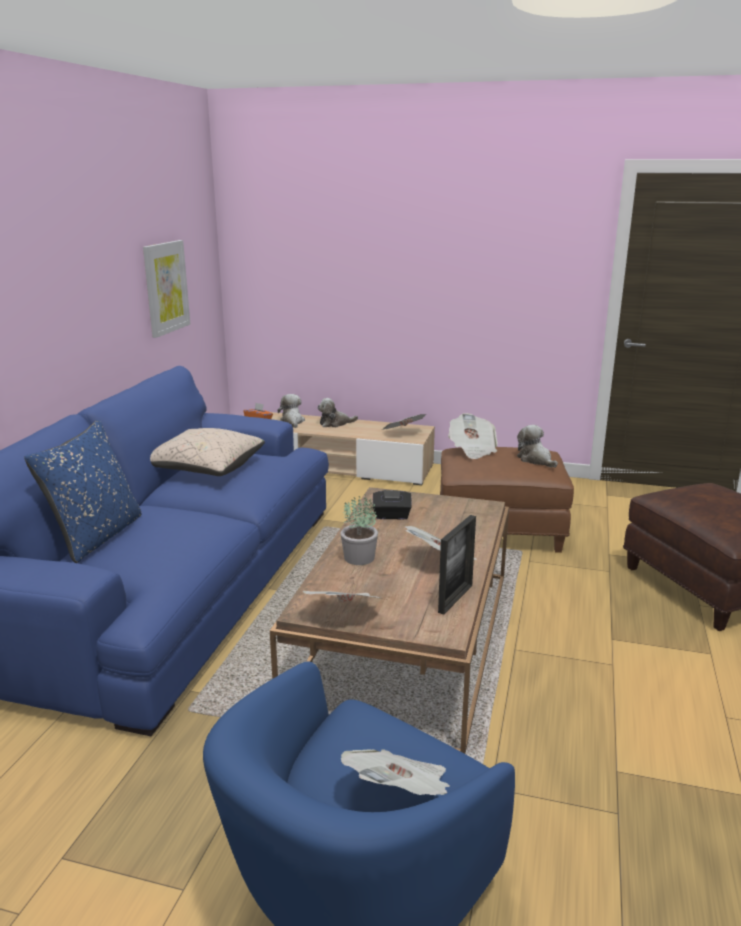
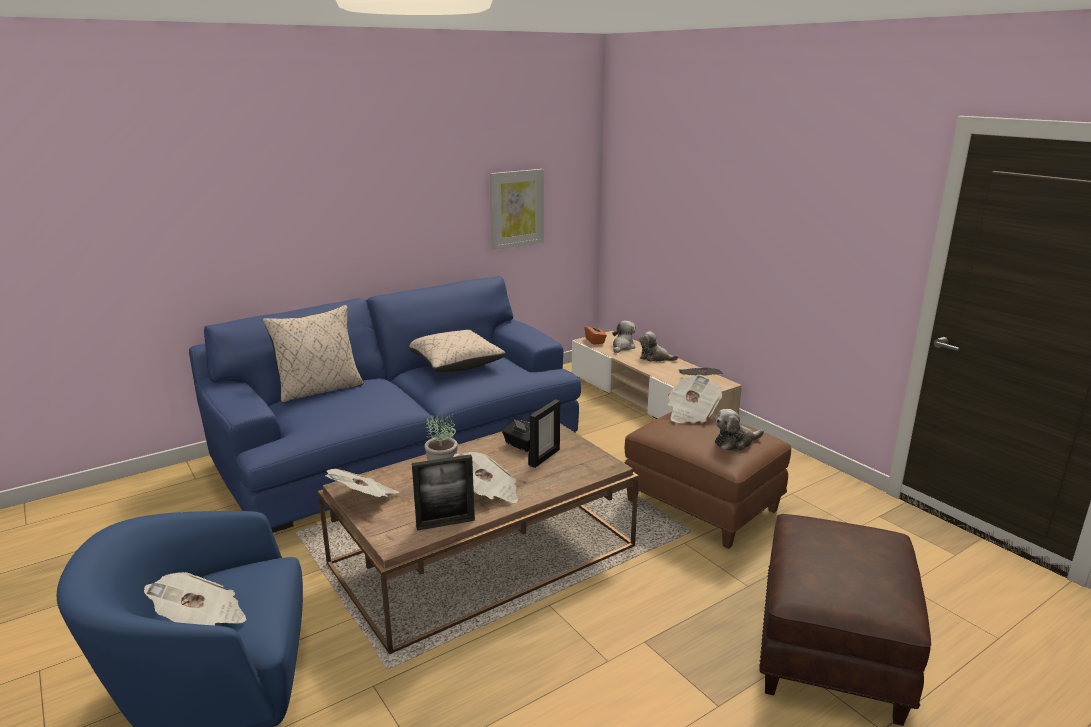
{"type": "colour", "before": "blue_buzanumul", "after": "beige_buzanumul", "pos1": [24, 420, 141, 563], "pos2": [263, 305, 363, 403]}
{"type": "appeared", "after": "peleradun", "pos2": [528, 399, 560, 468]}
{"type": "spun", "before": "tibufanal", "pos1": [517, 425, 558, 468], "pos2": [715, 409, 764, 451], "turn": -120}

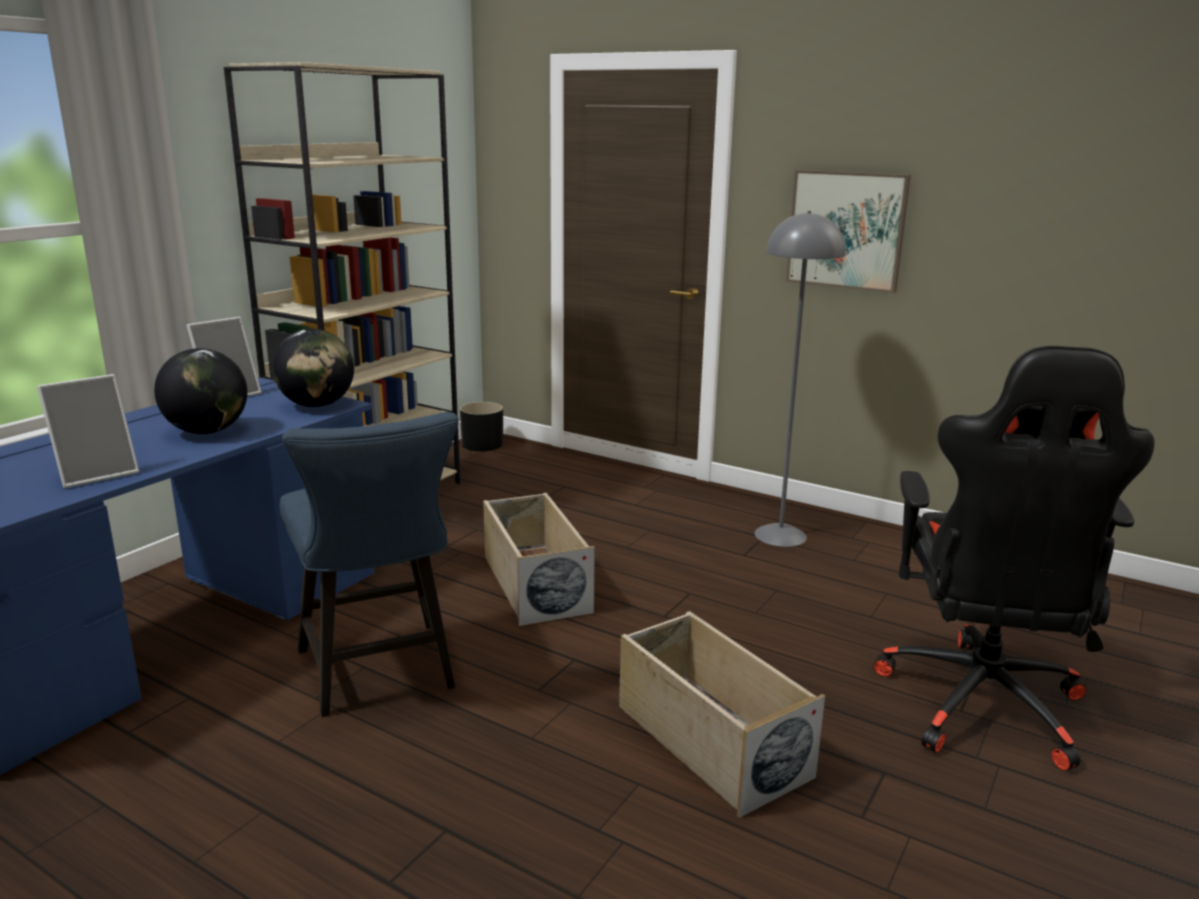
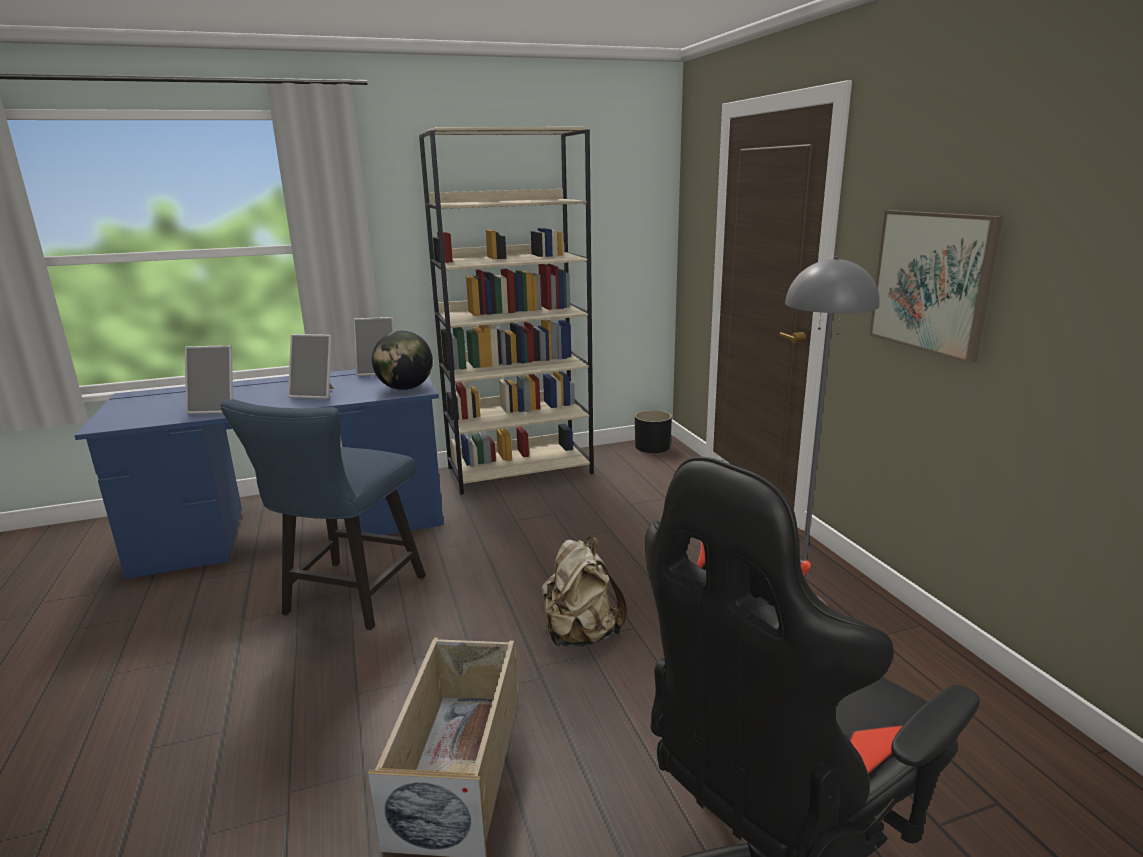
{"type": "exchanged", "before": "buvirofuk", "after": "peleradun", "pos1": [154, 348, 247, 434], "pos2": [288, 334, 334, 399]}
{"type": "appeared", "after": "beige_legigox", "pos2": [541, 537, 627, 647]}
{"type": "missing", "before": "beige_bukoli", "pos1": [483, 493, 595, 626]}

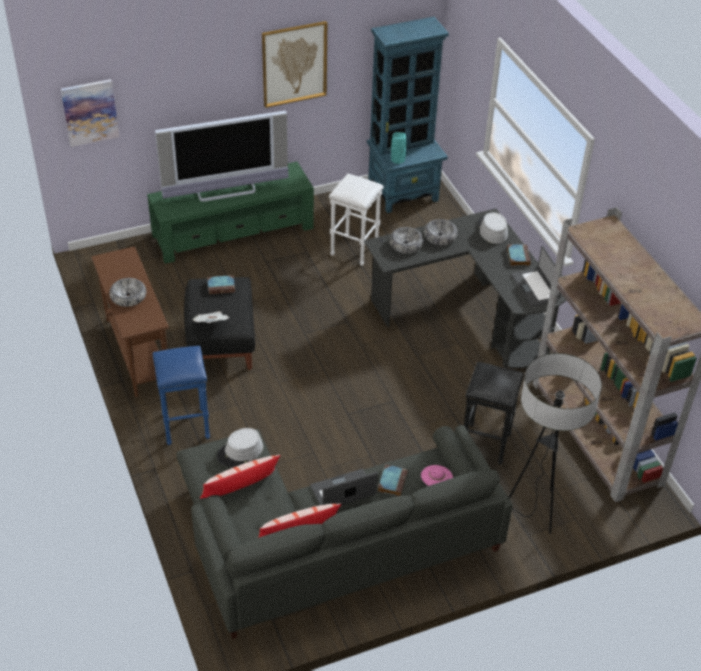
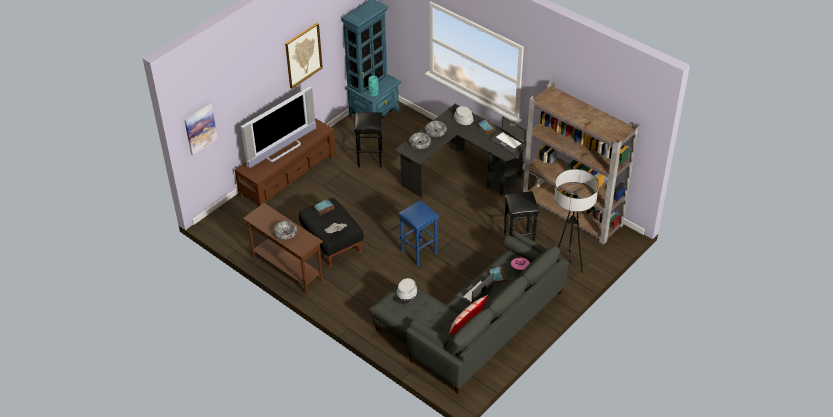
{"type": "colour", "before": "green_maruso", "after": "brown_maruso", "pos1": [147, 161, 314, 264], "pos2": [235, 118, 336, 207]}
{"type": "colour", "before": "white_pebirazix", "after": "black_pebirazix", "pos1": [329, 174, 384, 266], "pos2": [354, 112, 382, 167]}
{"type": "relocated", "before": "blue_pebirazix", "pos1": [153, 346, 210, 445], "pos2": [398, 200, 439, 266]}
{"type": "missing", "before": "buzanumul", "pos1": [200, 455, 280, 499]}

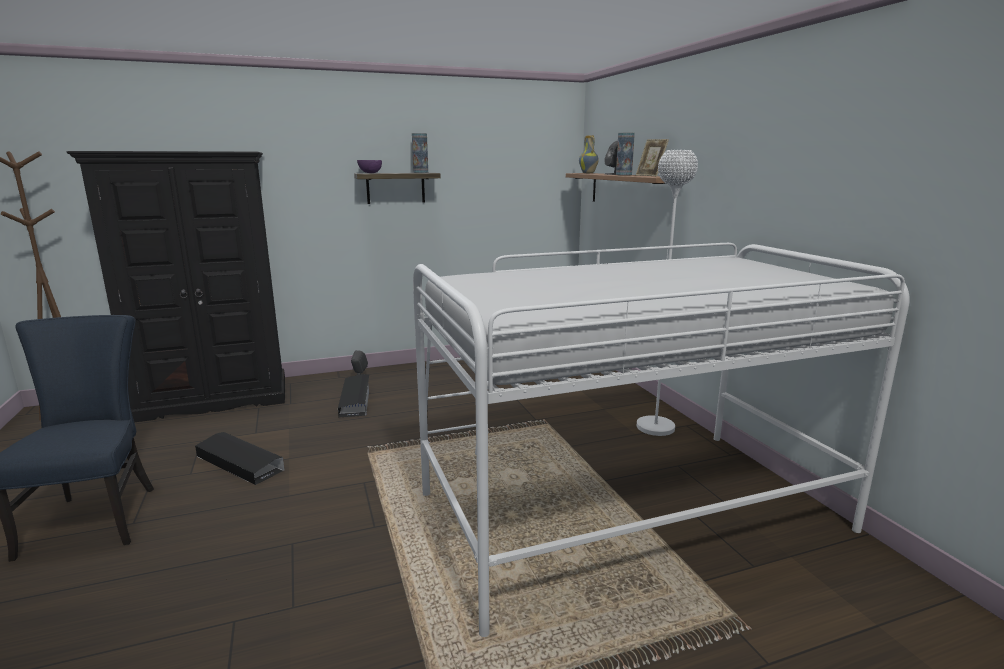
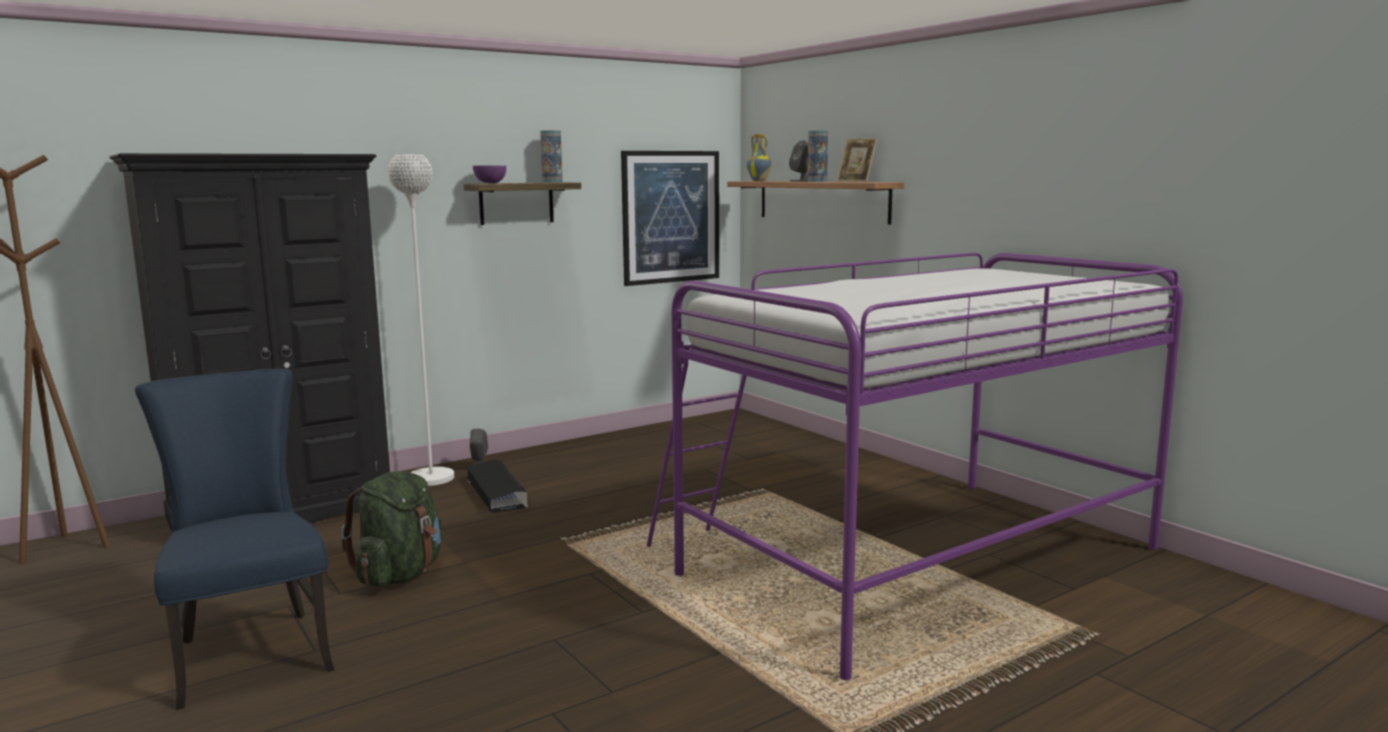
{"type": "exchanged", "before": "black_bukoli", "after": "green_legigox", "pos1": [195, 432, 285, 485], "pos2": [341, 471, 443, 586]}
{"type": "relocated", "before": "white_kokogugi", "pos1": [637, 150, 698, 436], "pos2": [388, 154, 454, 486]}
{"type": "appeared", "after": "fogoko", "pos2": [621, 151, 719, 286]}
{"type": "colour", "before": "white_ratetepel", "after": "purple_ratetepel", "pos1": [413, 243, 910, 637], "pos2": [647, 253, 1183, 680]}

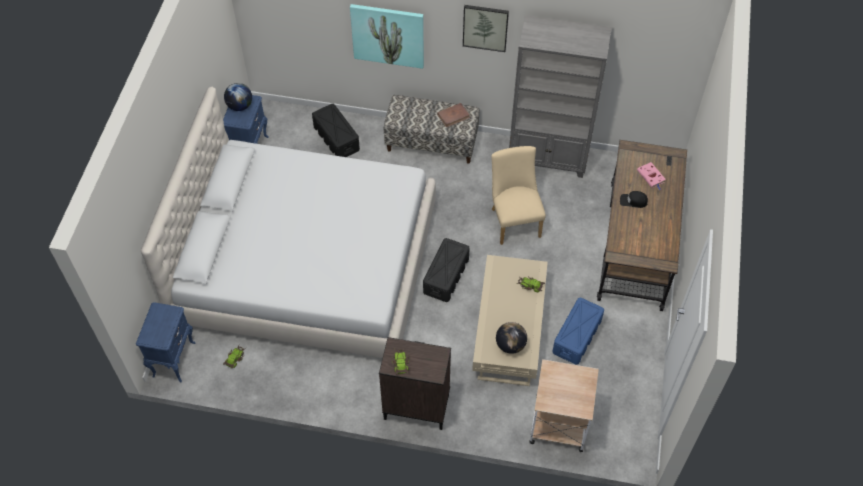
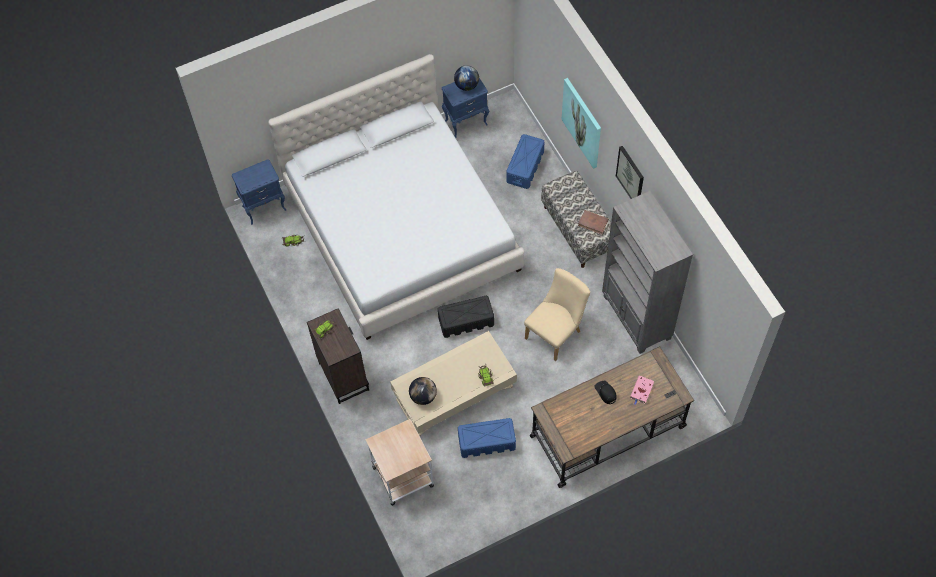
{"type": "colour", "before": "black_bukoli", "after": "blue_bukoli", "pos1": [312, 104, 360, 157], "pos2": [506, 134, 544, 189]}

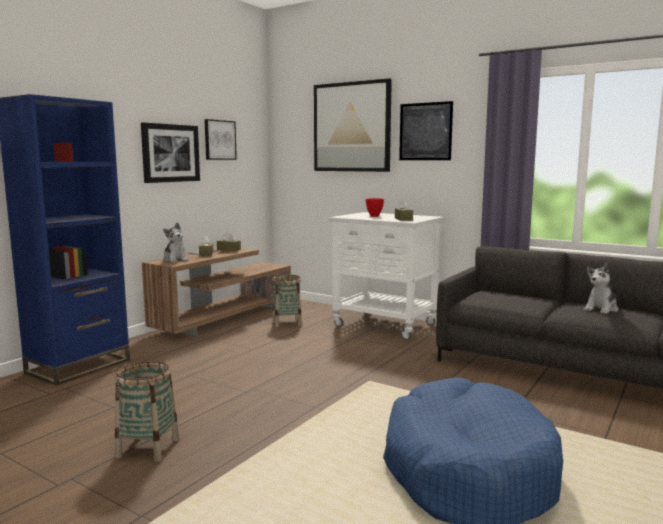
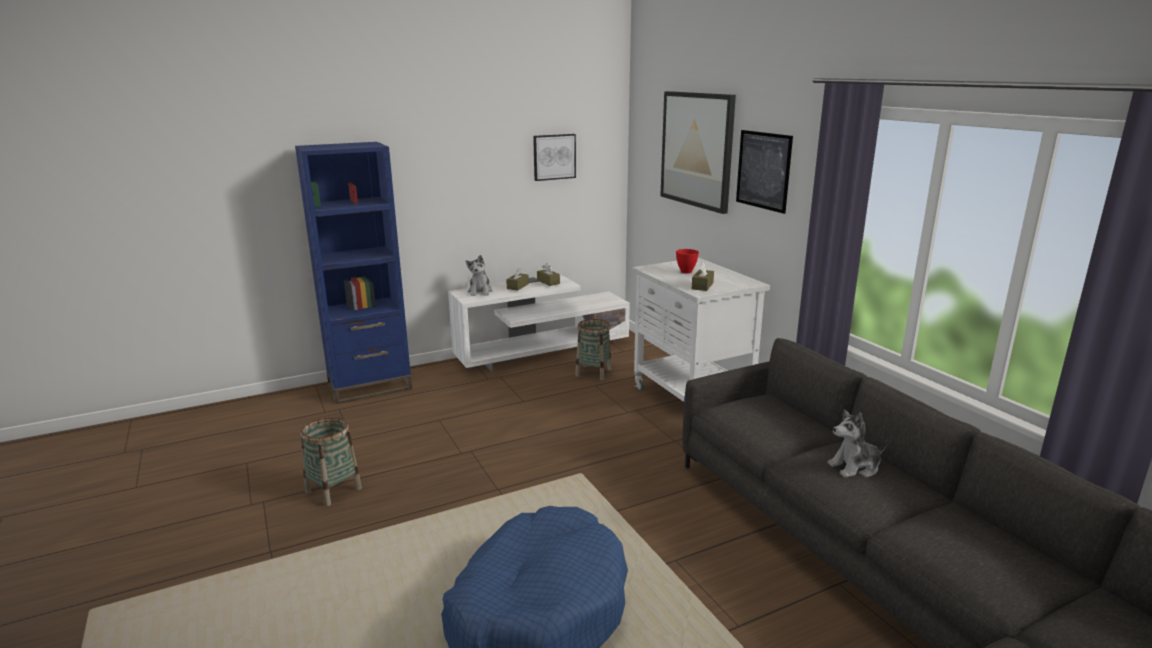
{"type": "colour", "before": "brown_maruso", "after": "white_maruso", "pos1": [142, 248, 291, 337], "pos2": [448, 275, 630, 372]}
{"type": "missing", "before": "fogoko", "pos1": [141, 122, 200, 183]}

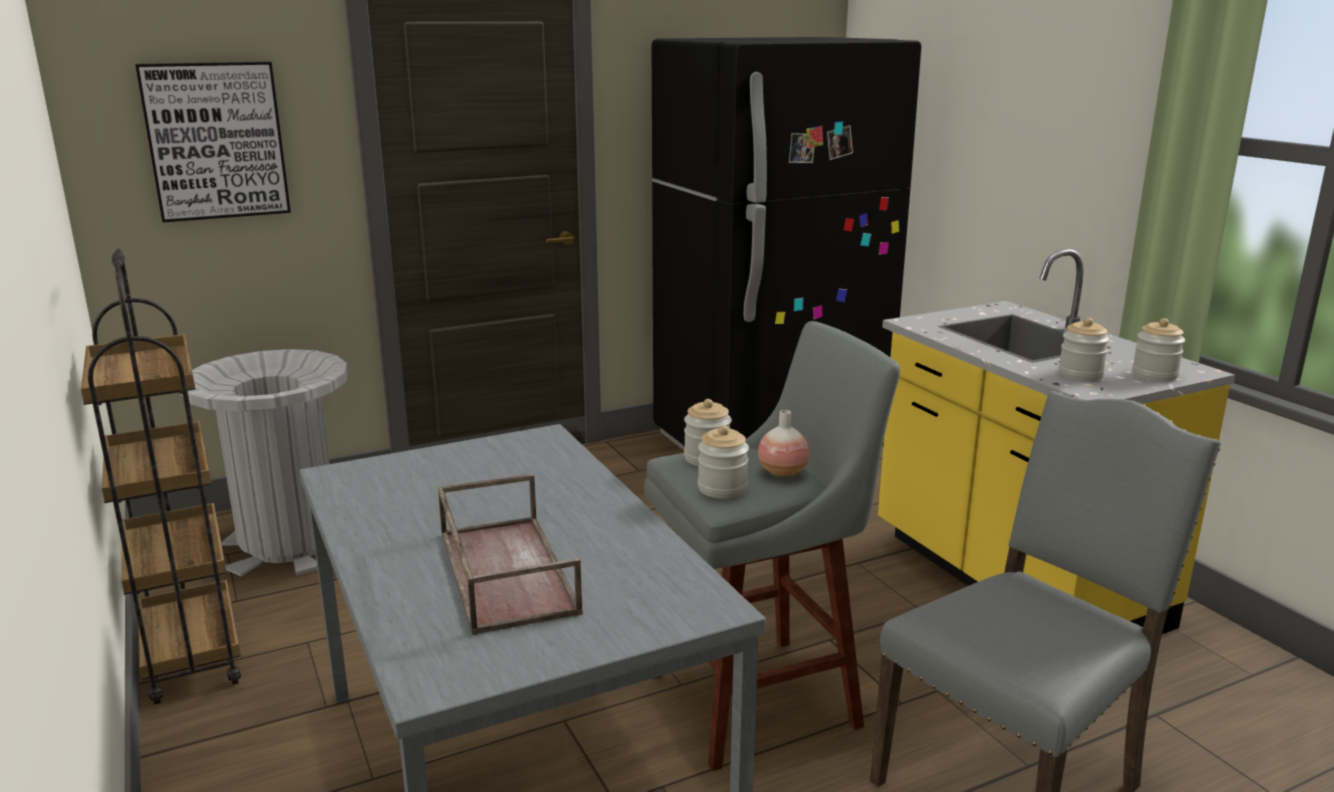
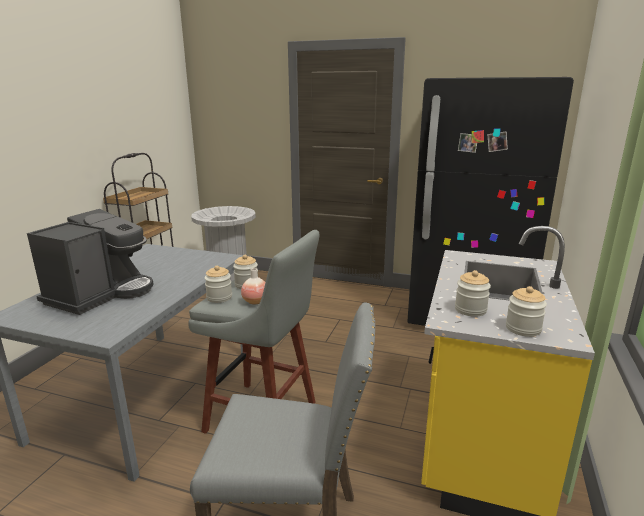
{"type": "exchanged", "before": "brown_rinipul", "after": "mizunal", "pos1": [438, 474, 583, 635], "pos2": [27, 209, 153, 315]}
{"type": "missing", "before": "fogoko", "pos1": [135, 62, 291, 222]}

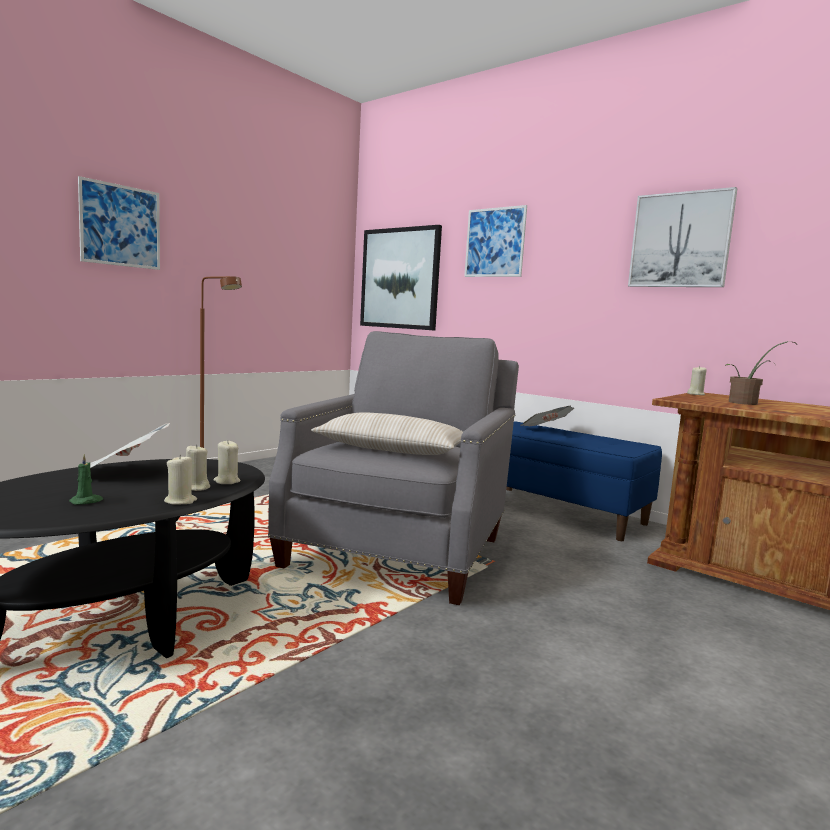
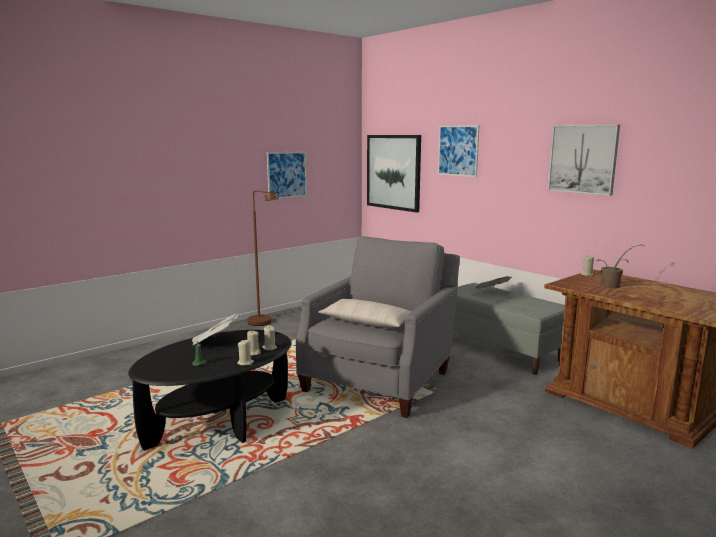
{"type": "relocated", "before": "fogoko", "pos1": [78, 176, 160, 270], "pos2": [267, 151, 307, 199]}
{"type": "colour", "before": "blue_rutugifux", "after": "grey_rutugifux", "pos1": [506, 421, 662, 541], "pos2": [454, 283, 565, 375]}

